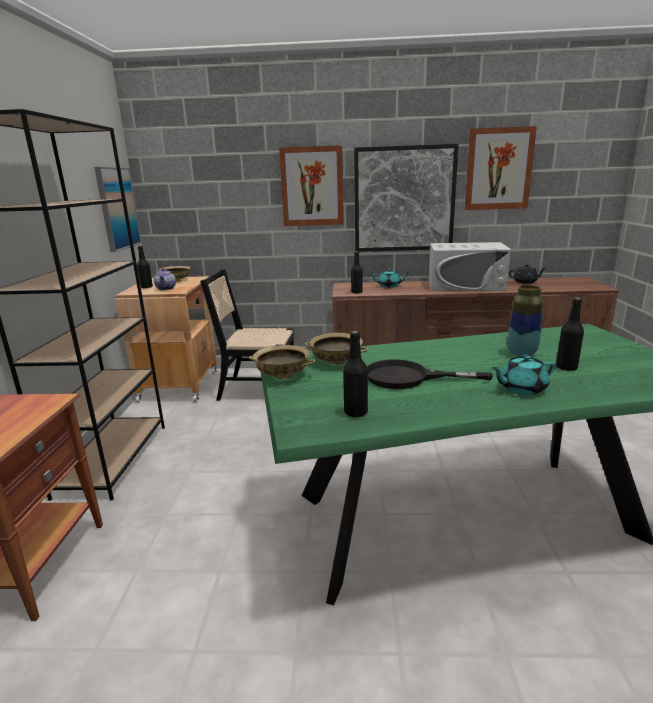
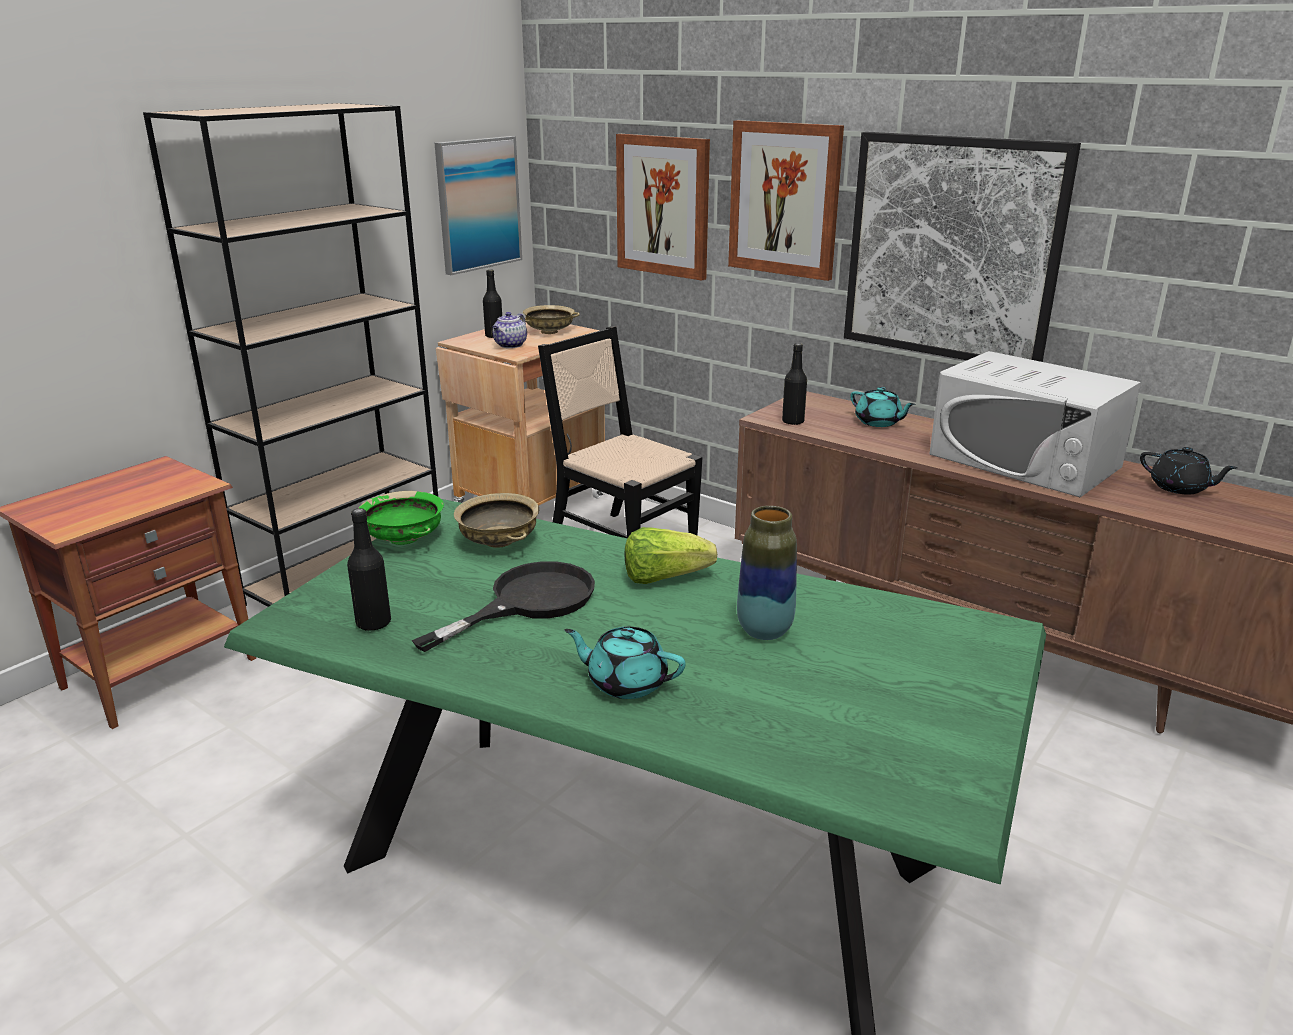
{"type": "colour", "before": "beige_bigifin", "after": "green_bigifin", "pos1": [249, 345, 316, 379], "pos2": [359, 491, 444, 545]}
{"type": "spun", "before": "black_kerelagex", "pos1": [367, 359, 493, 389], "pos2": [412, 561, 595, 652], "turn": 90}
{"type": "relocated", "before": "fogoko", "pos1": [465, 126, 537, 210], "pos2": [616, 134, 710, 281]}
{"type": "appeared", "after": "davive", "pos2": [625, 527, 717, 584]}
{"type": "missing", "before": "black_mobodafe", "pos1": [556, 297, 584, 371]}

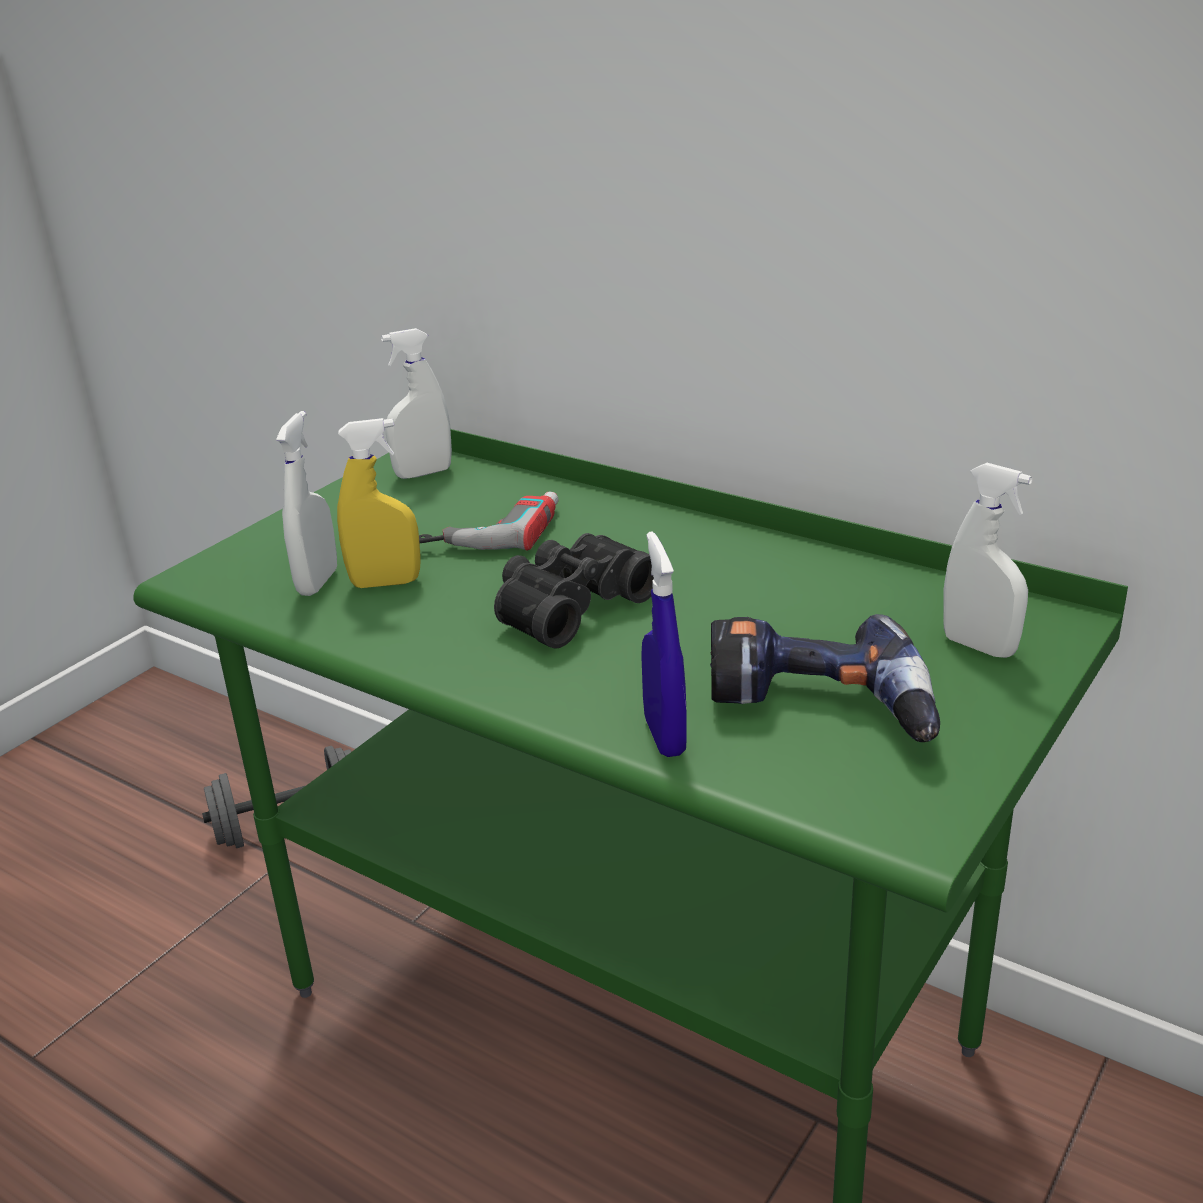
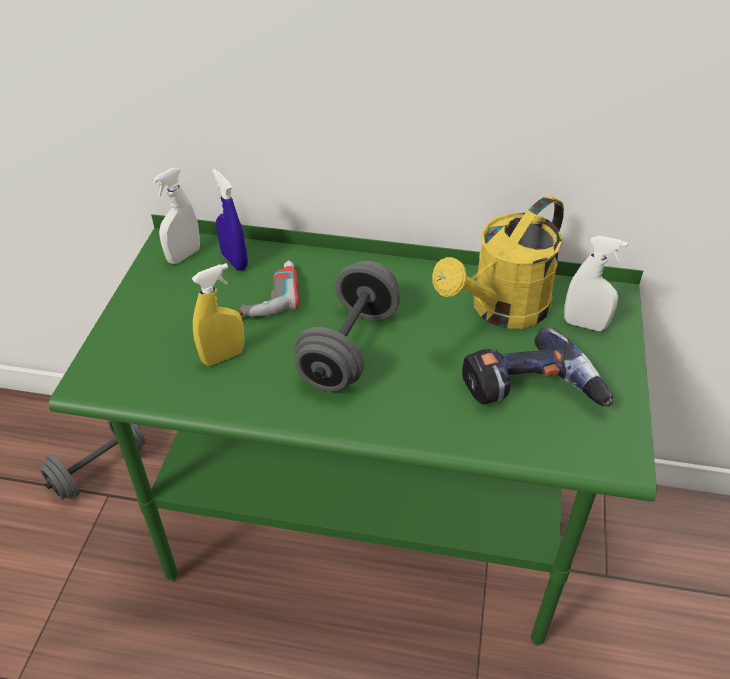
{"type": "relocated", "before": "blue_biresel", "pos1": [641, 532, 687, 757], "pos2": [212, 169, 248, 271]}
{"type": "exchanged", "before": "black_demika", "after": "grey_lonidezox", "pos1": [494, 533, 654, 649], "pos2": [294, 261, 400, 391]}
{"type": "appeared", "after": "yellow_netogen", "pos2": [432, 196, 564, 329]}
{"type": "missing", "before": "white_biresel", "pos1": [276, 411, 337, 596]}

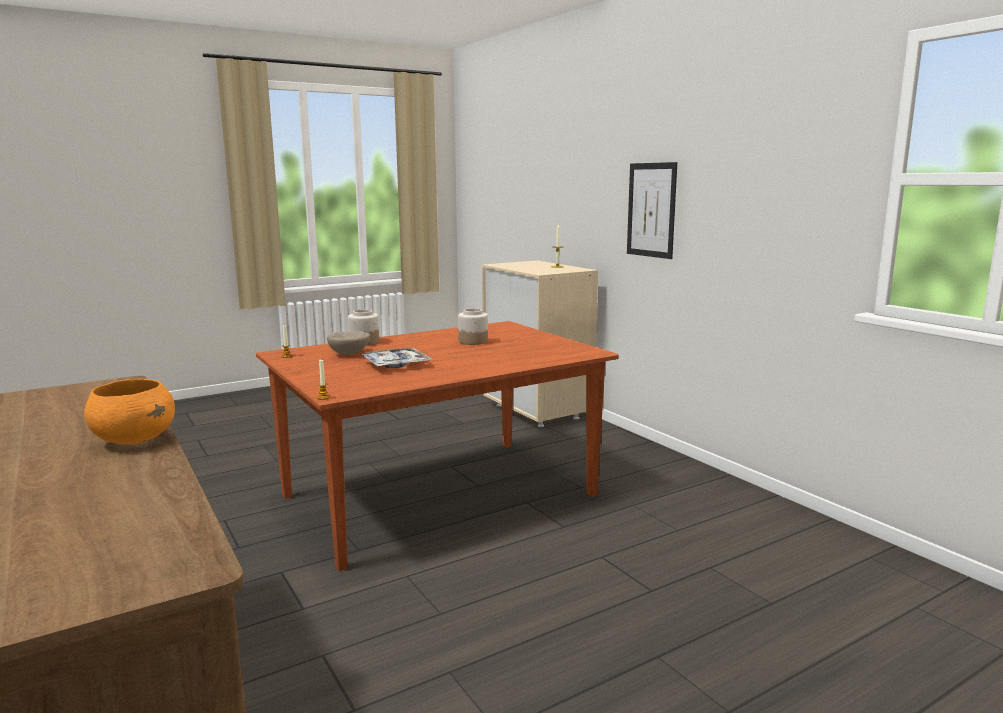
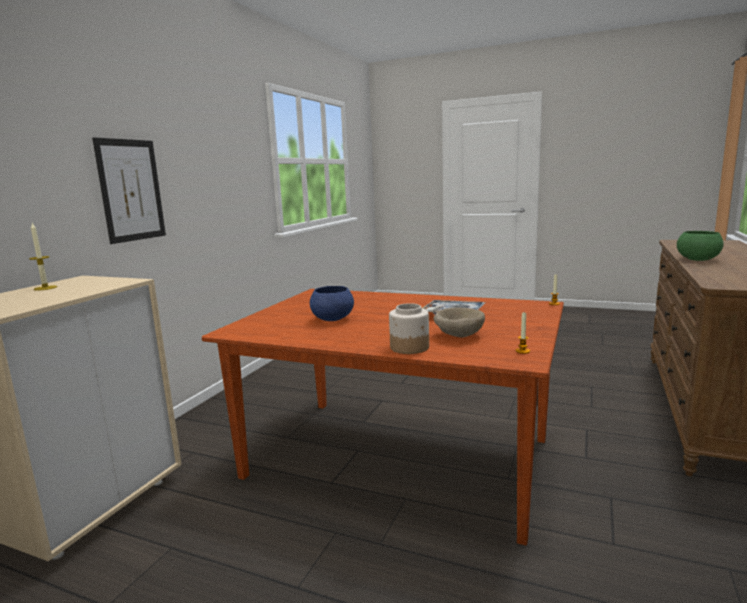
{"type": "exchanged", "before": "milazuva", "after": "blue_bigifin", "pos1": [458, 308, 488, 345], "pos2": [310, 286, 354, 321]}
{"type": "colour", "before": "orange_bigifin", "after": "green_bigifin", "pos1": [84, 379, 175, 445], "pos2": [677, 231, 724, 261]}

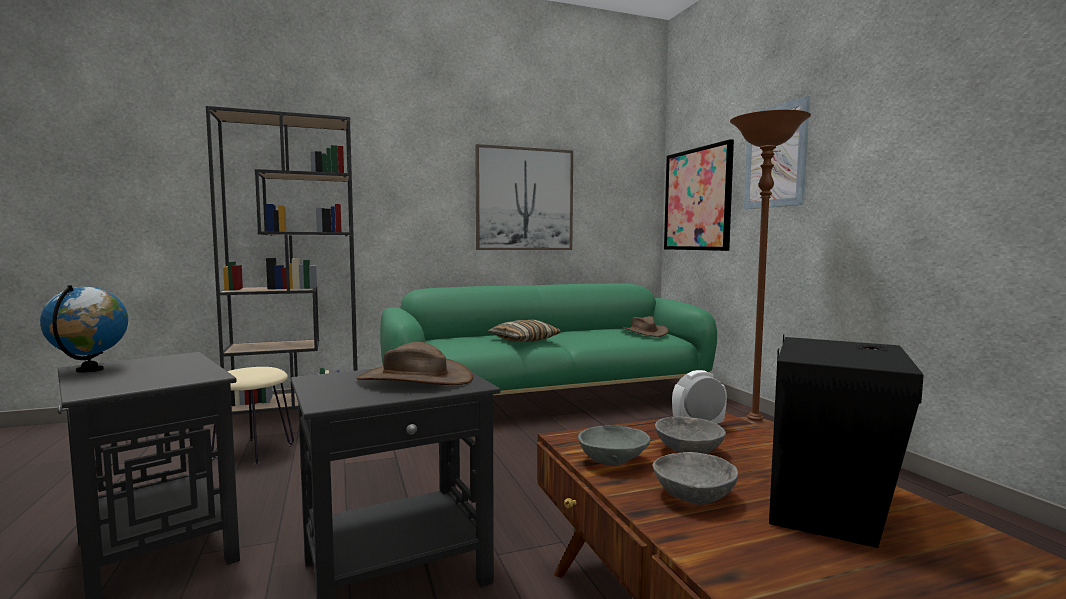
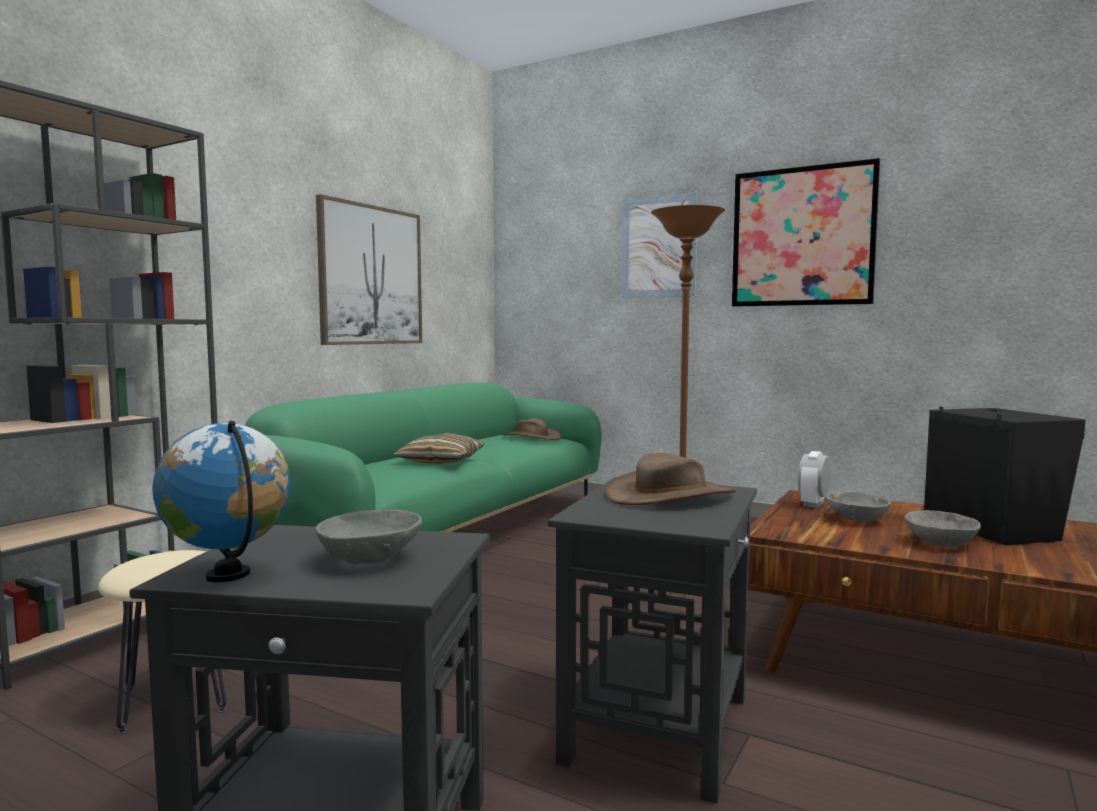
{"type": "relocated", "before": "grey_bigifin", "pos1": [578, 425, 650, 466], "pos2": [315, 510, 422, 564]}
{"type": "relocated", "before": "fogoko", "pos1": [664, 139, 734, 251], "pos2": [732, 158, 880, 307]}

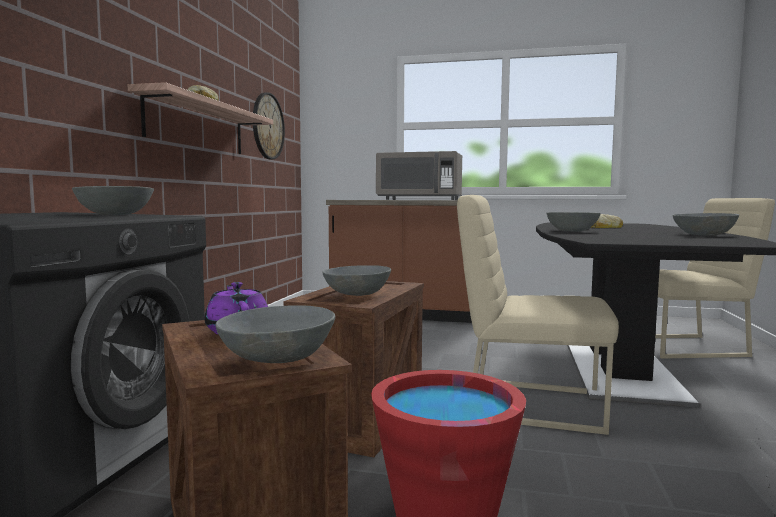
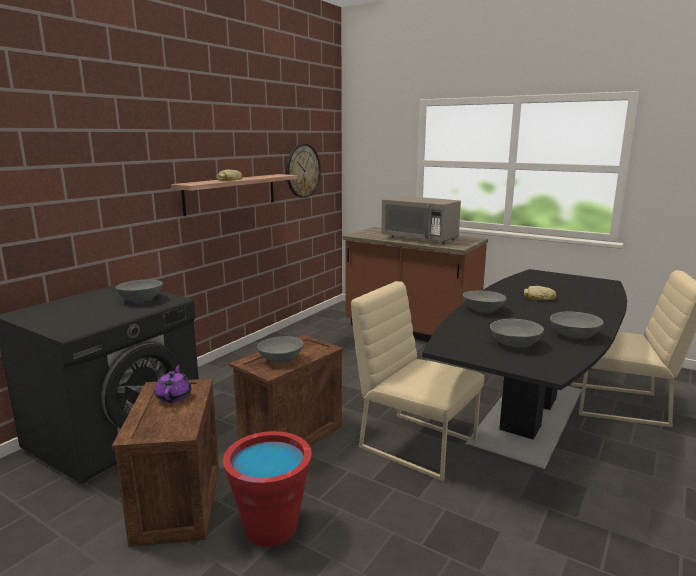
{"type": "relocated", "before": "grey_bigifin", "pos1": [215, 305, 335, 363], "pos2": [490, 319, 544, 348]}

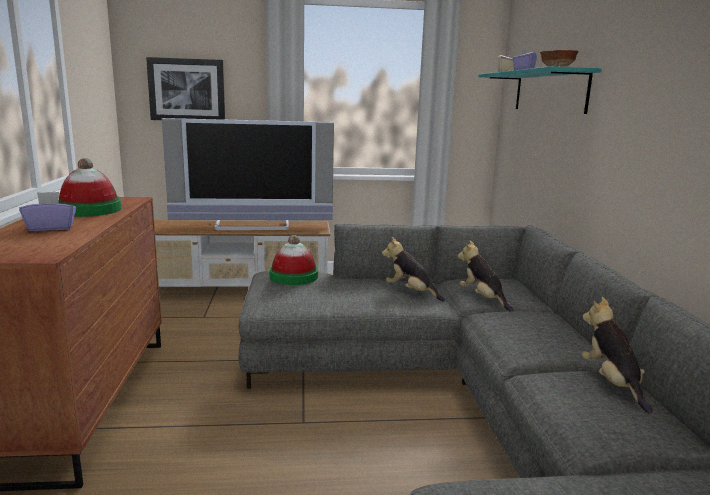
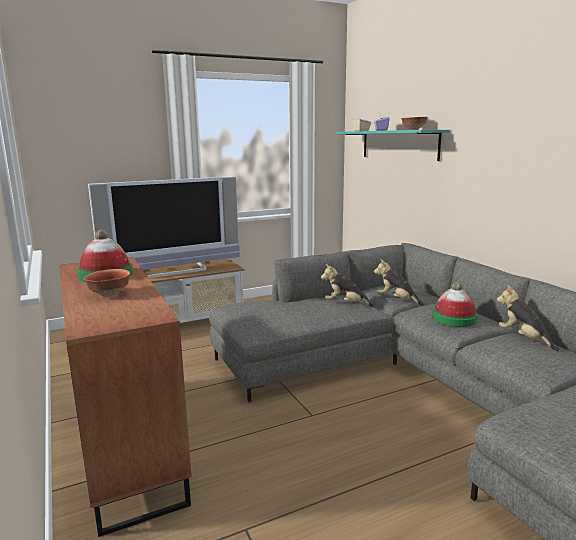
{"type": "exchanged", "before": "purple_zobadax", "after": "bigifin", "pos1": [19, 192, 76, 231], "pos2": [84, 269, 130, 297]}
{"type": "relocated", "before": "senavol", "pos1": [269, 235, 318, 285], "pos2": [432, 282, 478, 327]}
{"type": "missing", "before": "fogoko", "pos1": [146, 57, 225, 120]}

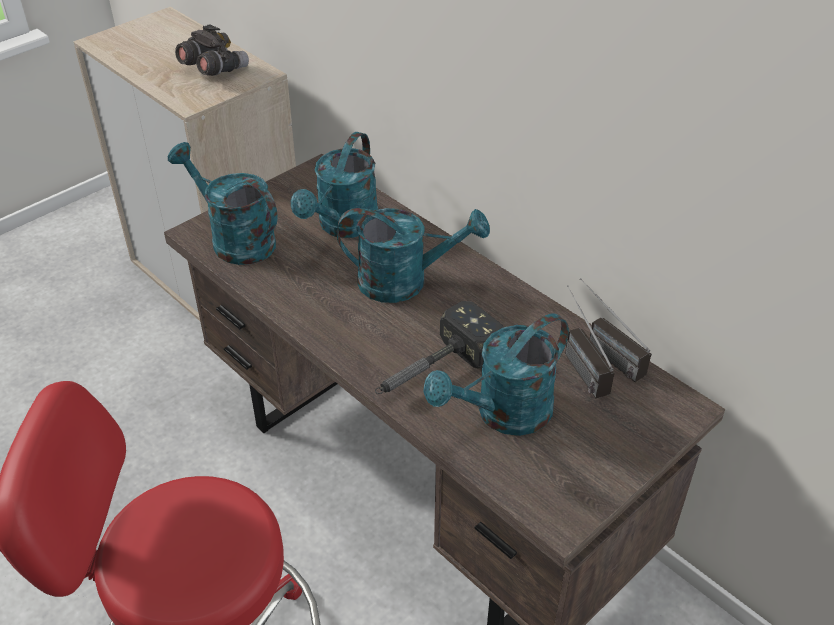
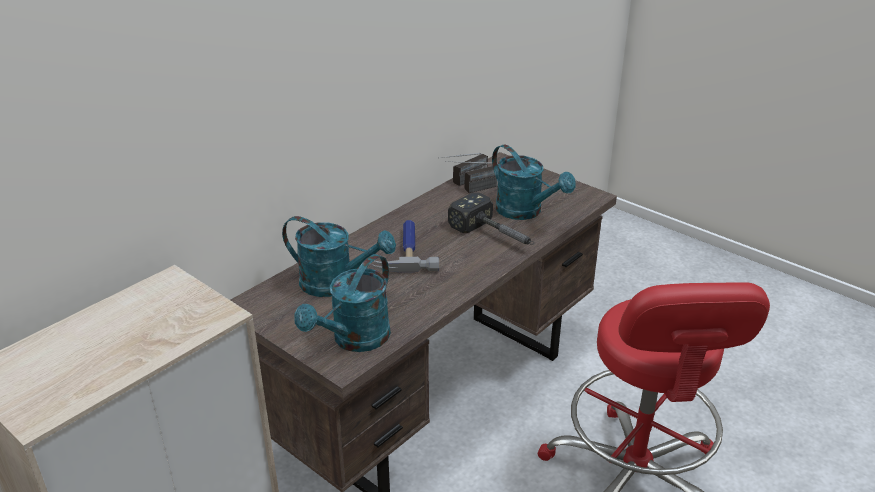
{"type": "exchanged", "before": "turquoise_netogen", "after": "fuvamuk", "pos1": [337, 208, 490, 303], "pos2": [372, 220, 439, 272]}
{"type": "missing", "before": "grey_demika", "pos1": [175, 24, 249, 76]}

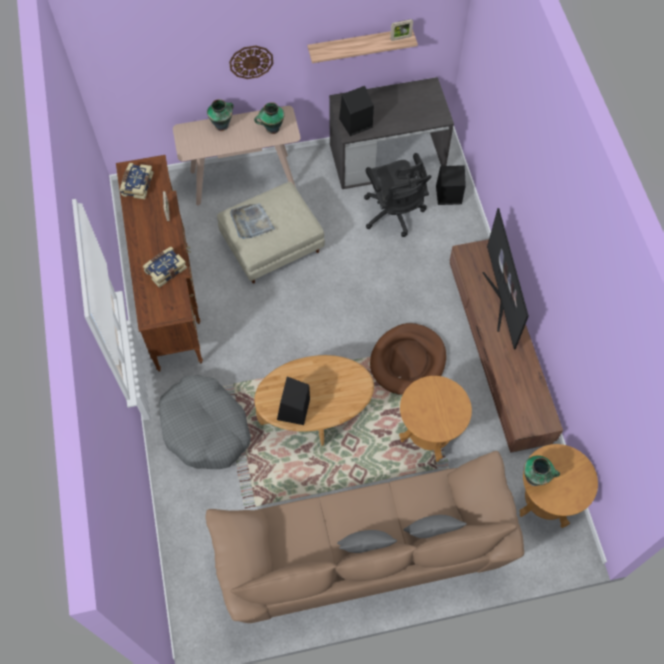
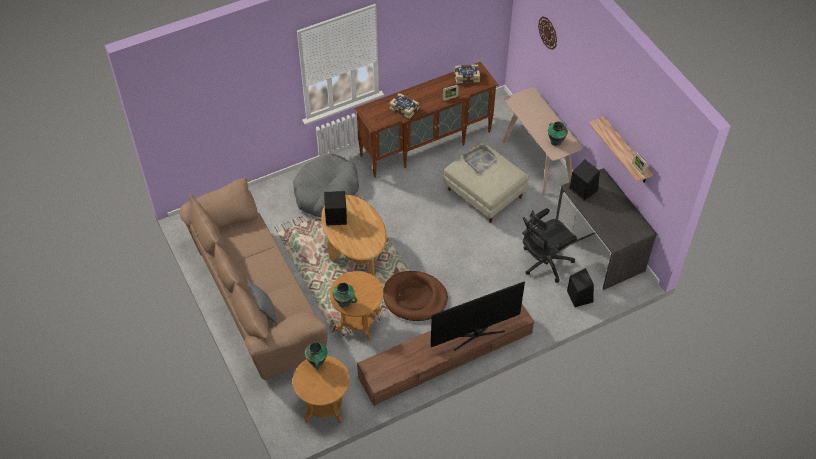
{"type": "relocated", "before": "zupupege", "pos1": [207, 99, 234, 131], "pos2": [332, 283, 357, 308]}
{"type": "relocated", "before": "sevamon", "pos1": [229, 45, 273, 79], "pos2": [538, 16, 557, 50]}
{"type": "missing", "before": "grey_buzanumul", "pos1": [337, 530, 397, 553]}

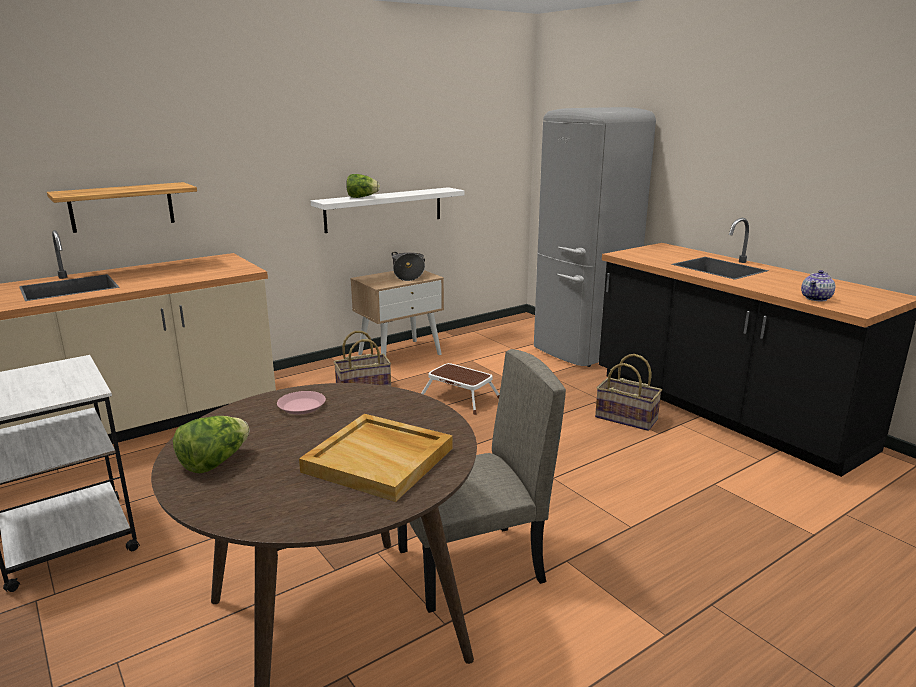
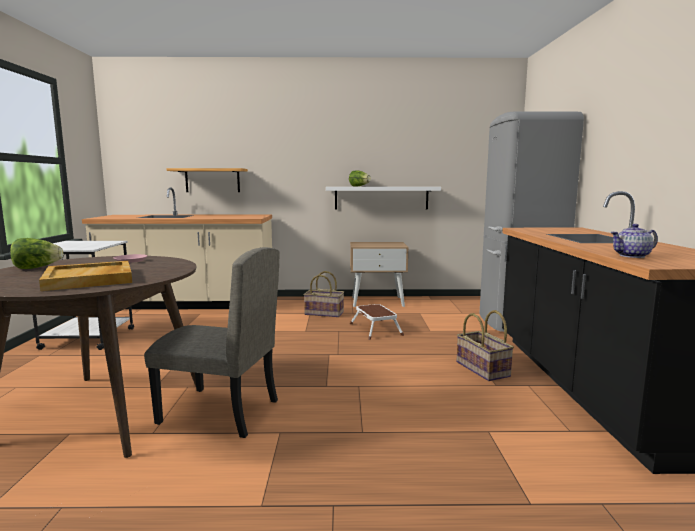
{"type": "missing", "before": "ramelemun", "pos1": [392, 252, 425, 281]}

